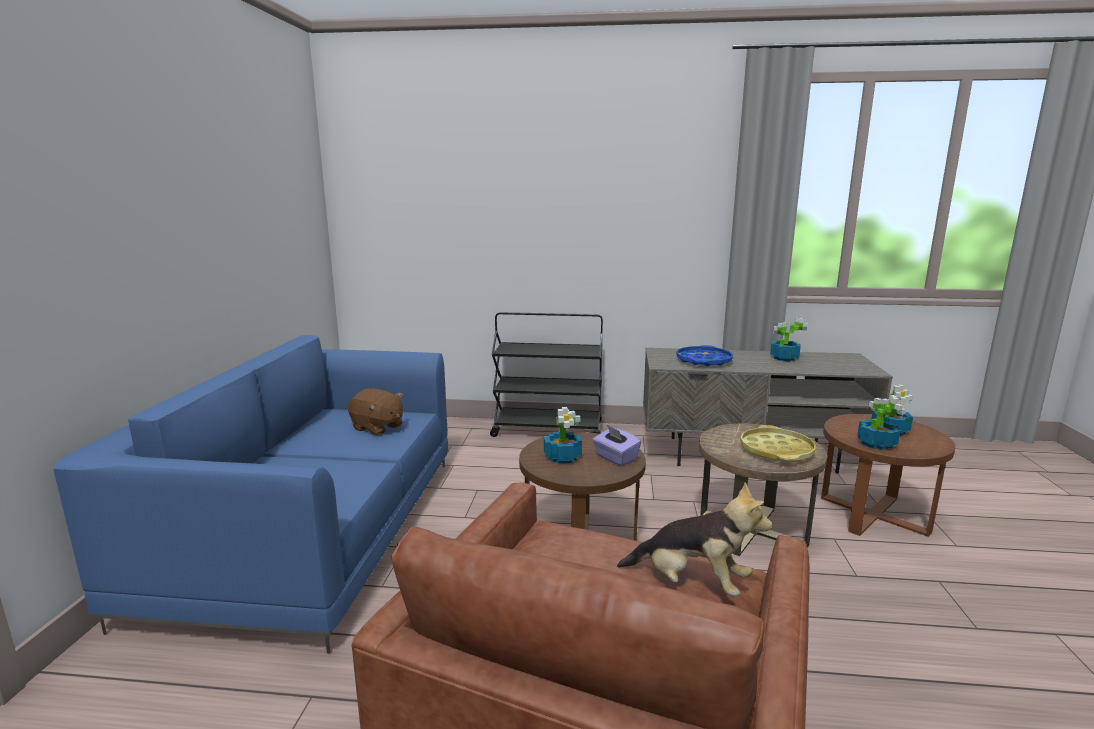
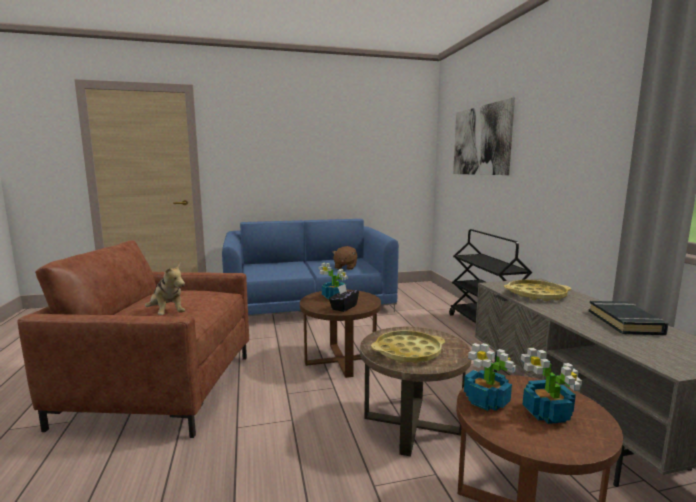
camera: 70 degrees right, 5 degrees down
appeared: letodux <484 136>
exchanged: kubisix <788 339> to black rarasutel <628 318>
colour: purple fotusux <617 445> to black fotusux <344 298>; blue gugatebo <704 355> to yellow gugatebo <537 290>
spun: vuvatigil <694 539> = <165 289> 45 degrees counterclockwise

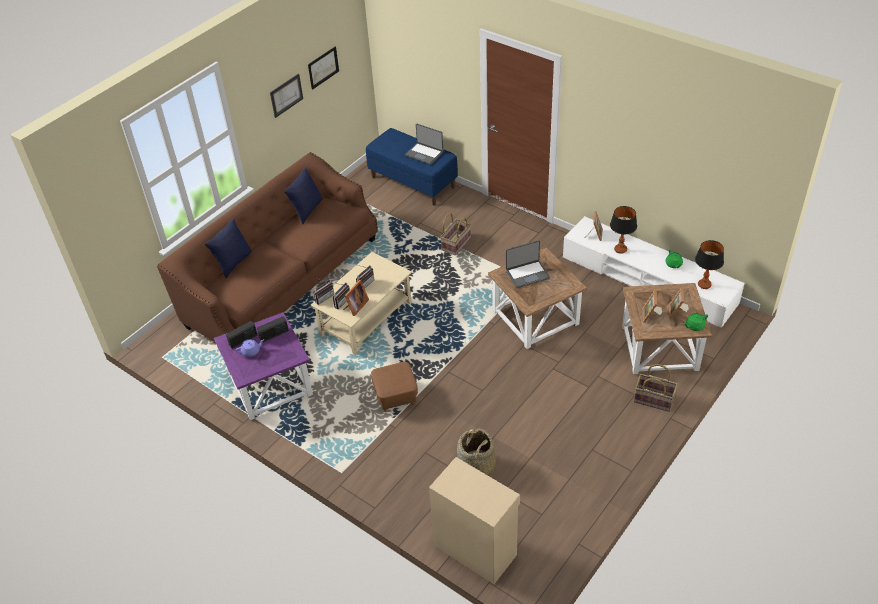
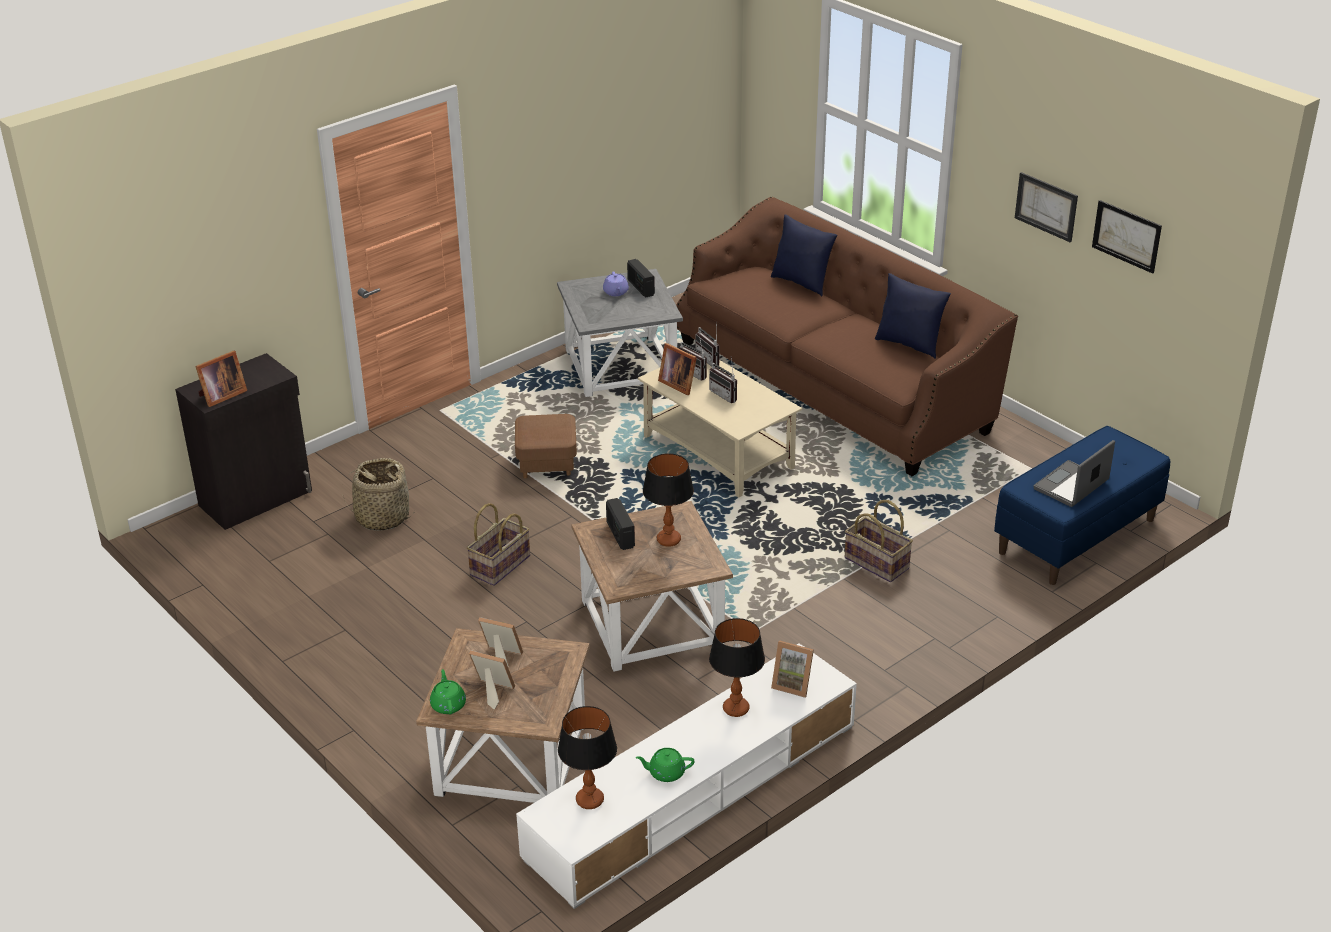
camera: 100 degrees right, 10 degrees down
appeared: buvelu <221 379>
relocated: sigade <656 388> to <498 544>; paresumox <273 329> to <620 524>
exchanged: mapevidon <528 264> to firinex <668 500>
colour: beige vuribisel <474 520> to black vuribisel <243 441>; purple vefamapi <263 366> to grey vefamapi <620 333>

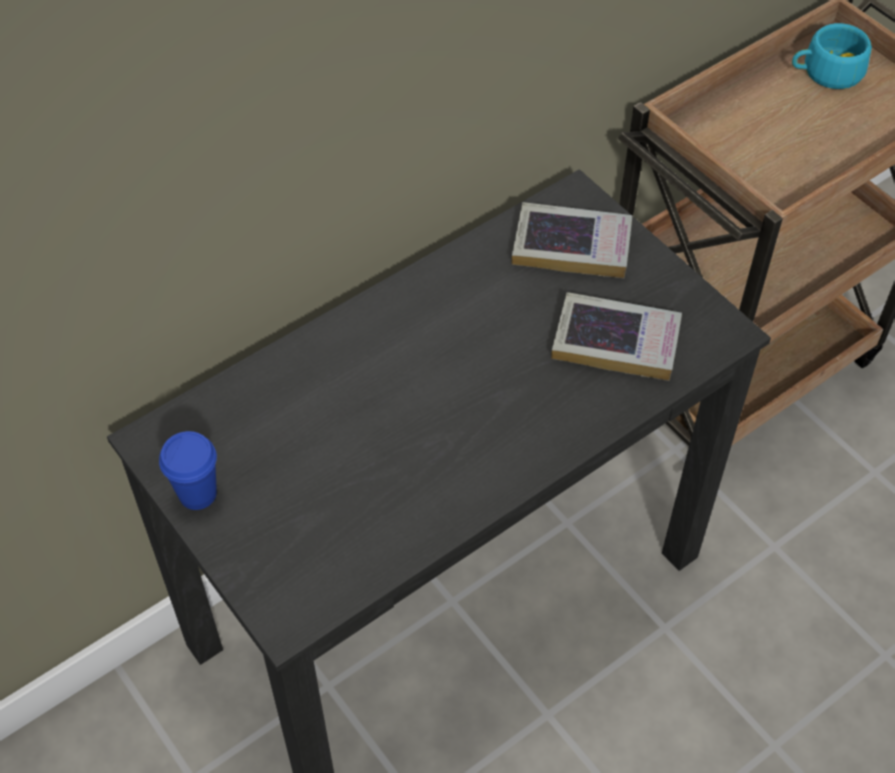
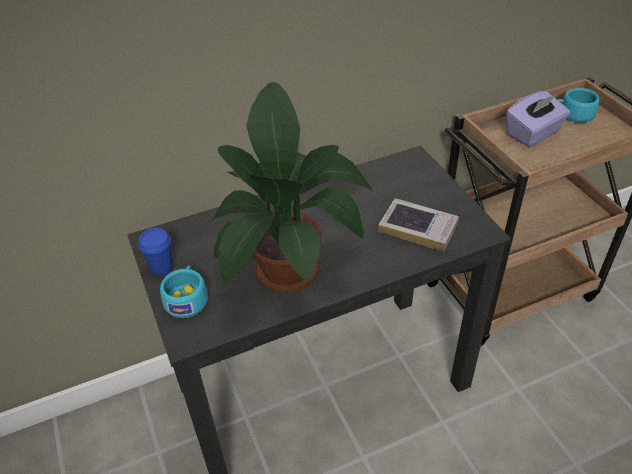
camera: 15 degrees right, 10 degrees down
missing: rarasutel <572 240>
appeared: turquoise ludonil <184 291>; kubisix <292 187>; purple fotusux <538 119>

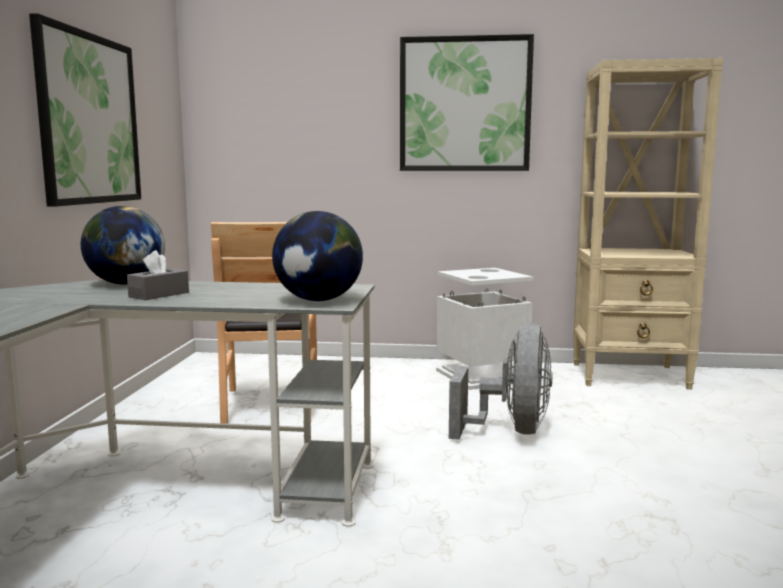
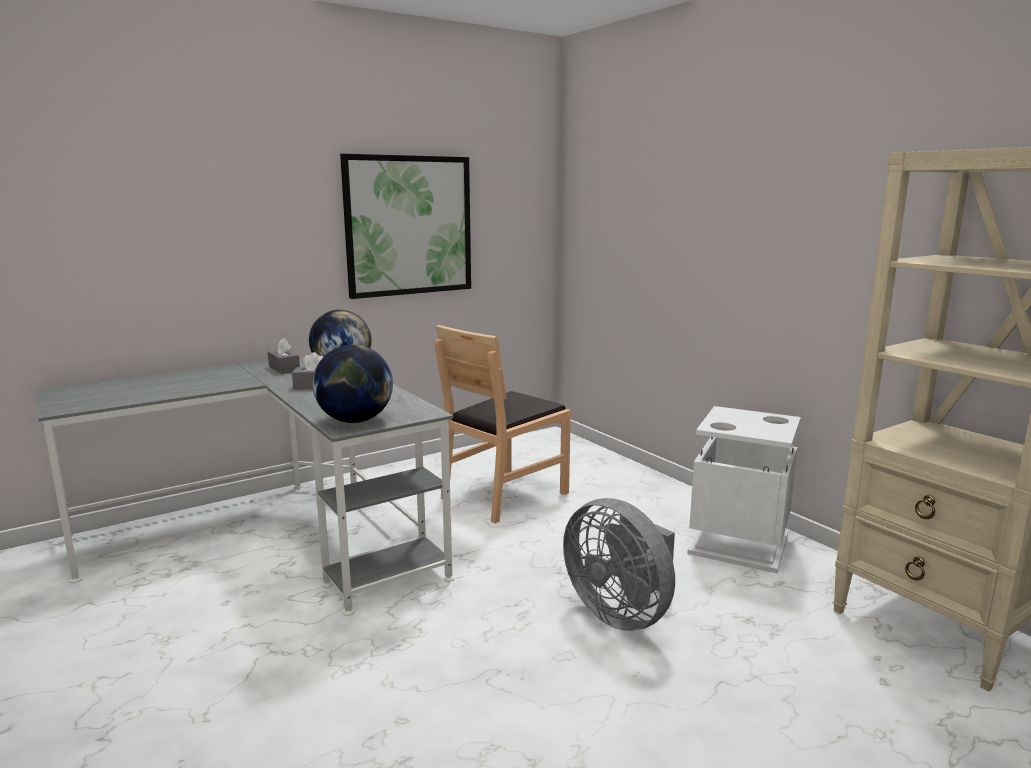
camera: 50 degrees right, 5 degrees up
missing: letodux <467 102>
appeared: grey fotusux <284 356>
spun: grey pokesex <501 381> = <619 564> 75 degrees clockwise

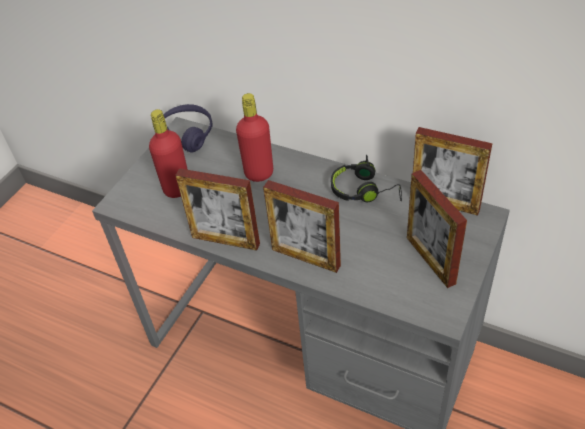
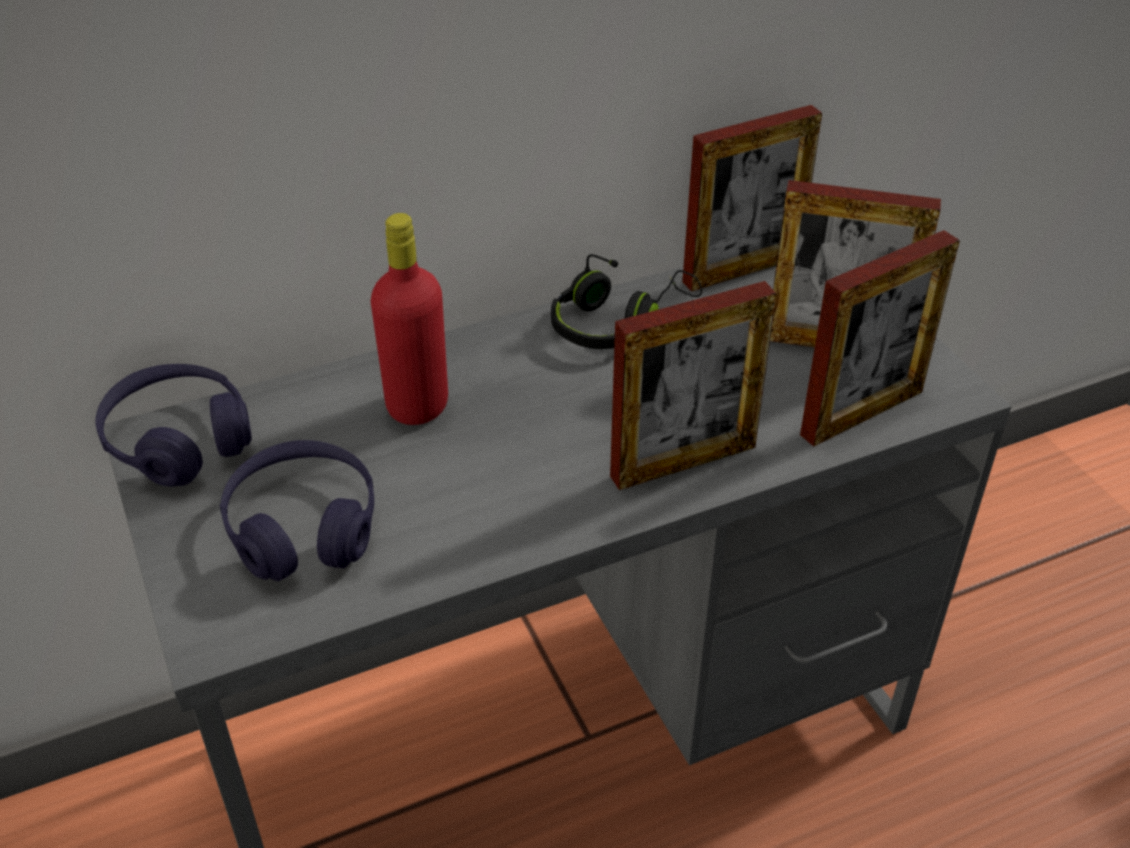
camera: 55 degrees left, 5 degrees down
relocated: buvelu <217 209> to <880 338>
exchanged: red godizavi <168 153> to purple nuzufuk <297 510>

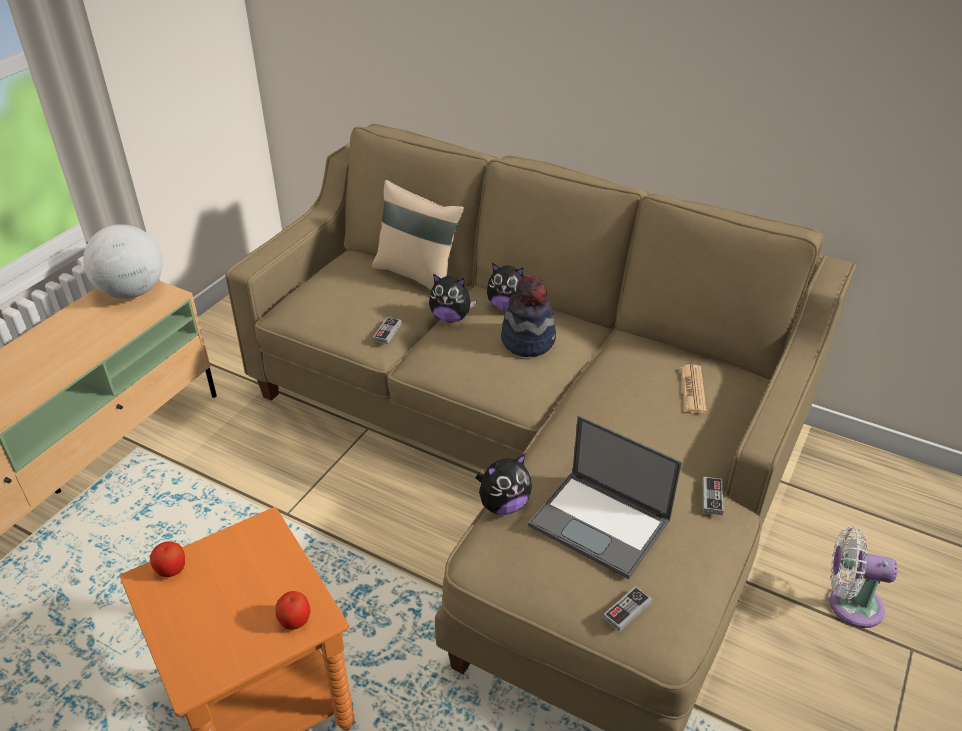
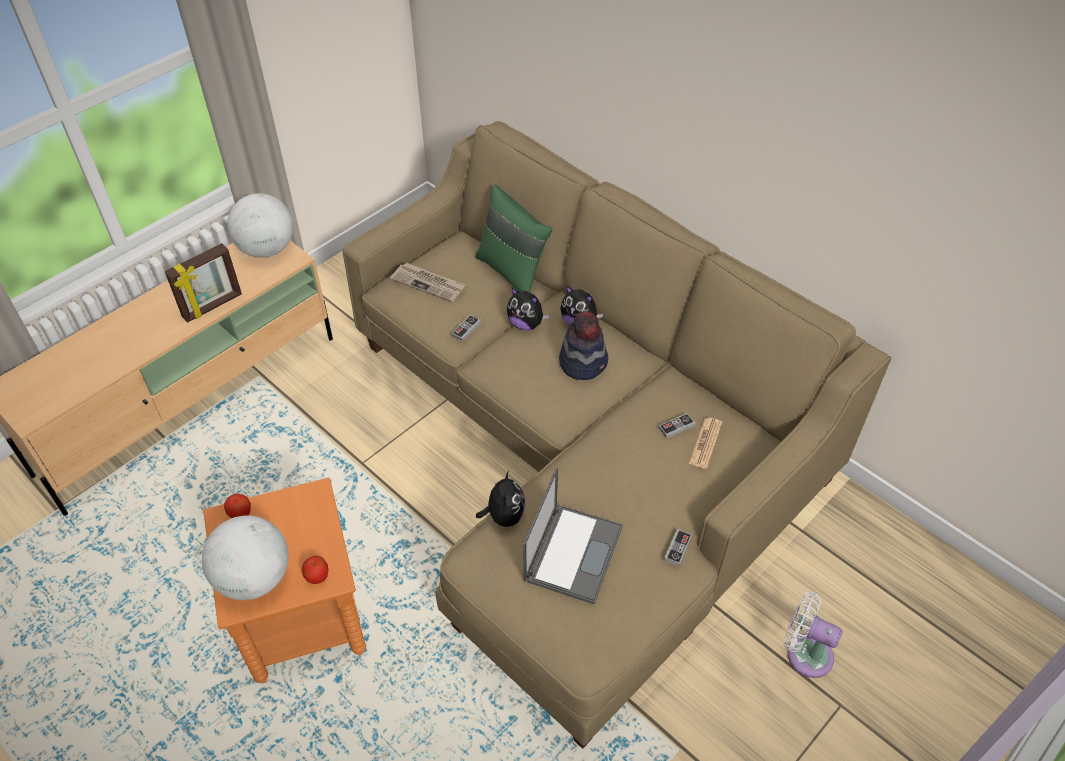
camera: 15 degrees right, 10 degrees up
appeared: buvelu <203 283>; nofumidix <245 557>; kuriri <428 282>
relocated: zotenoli <627 609> to <676 426>
colour: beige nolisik <418 234> to green nolisik <514 238>
spun: vuvatigil <504 484> = <501 499> 75 degrees counterclockwise; mapevidon <605 497> = <573 535> 120 degrees counterclockwise

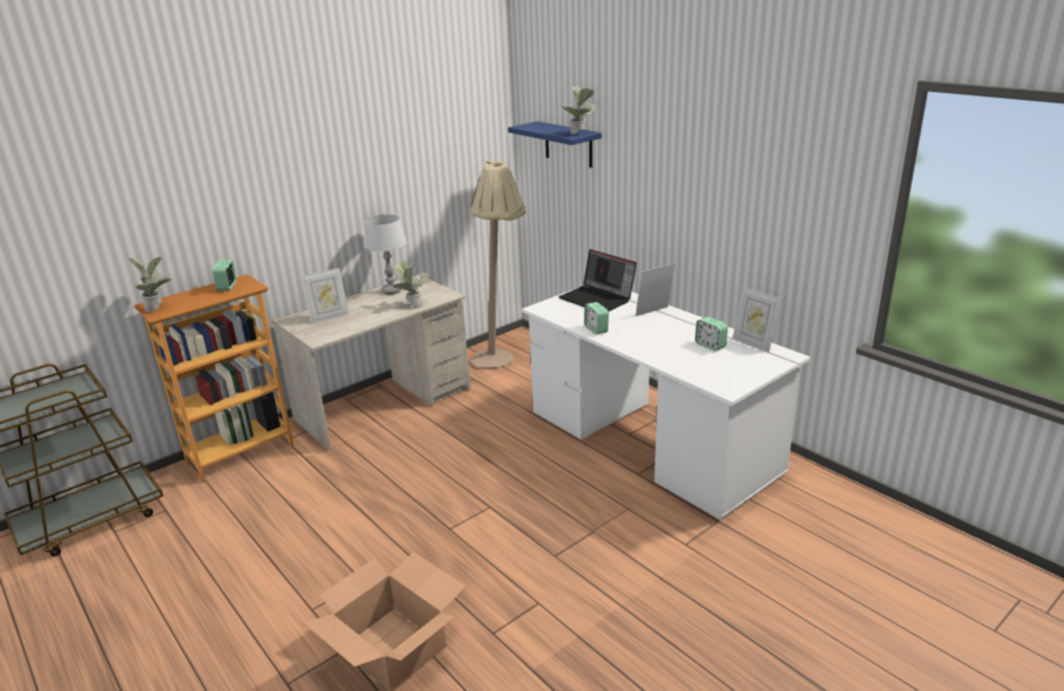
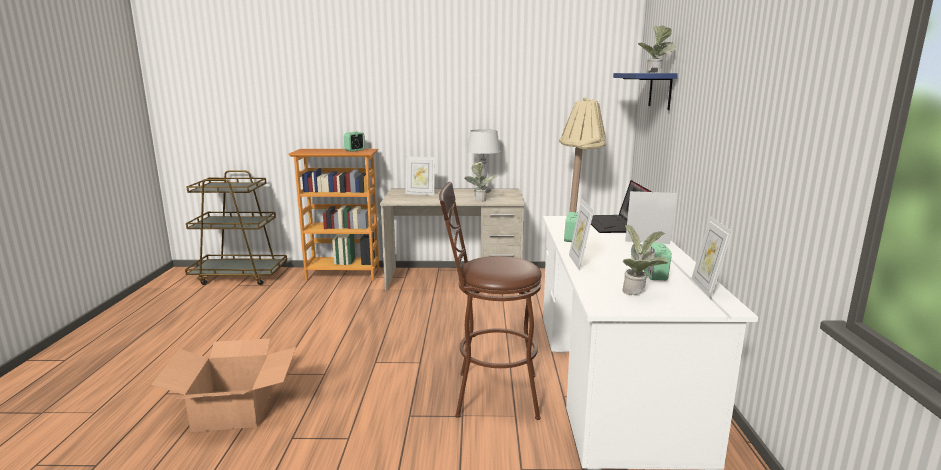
camera: 40 degrees right, 10 degrees down
appeared: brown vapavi <490 301>; buvelu <581 235>
relocated: kubisix <150 284> to <645 260>

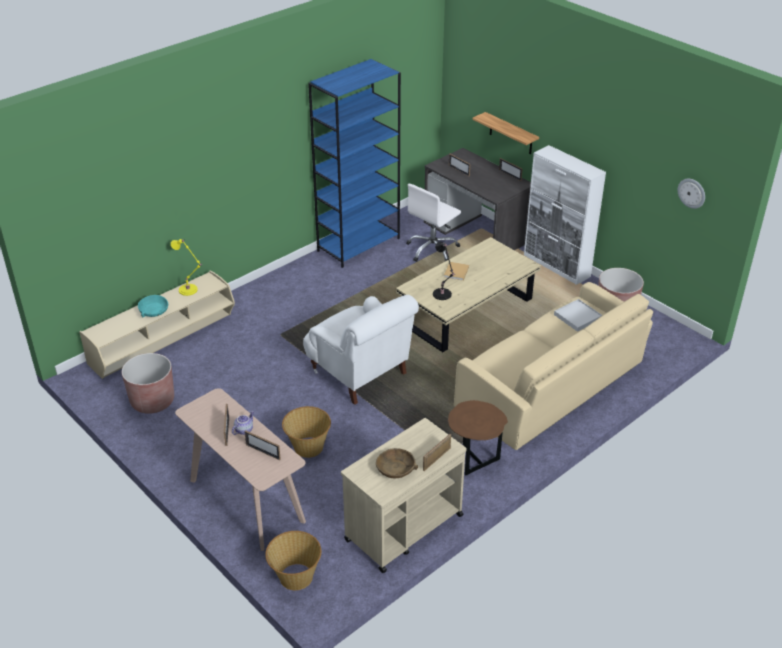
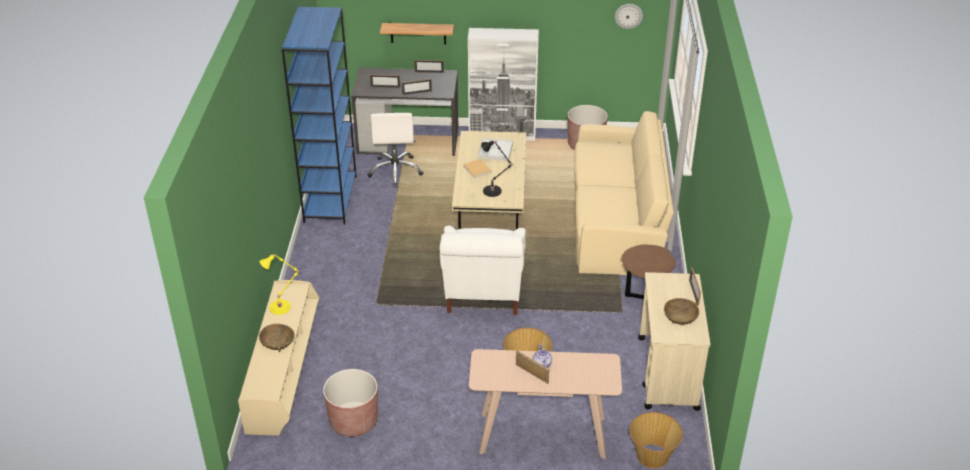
camera: 45 degrees left, 0 degrees up
relocated: buvelu <262 445> to <417 87>; white gugatebo <578 315> to <495 149>
colour: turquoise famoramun <153 306> to brown famoramun <276 338>
spun: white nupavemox <361 350> = <483 270> 90 degrees clockwise

